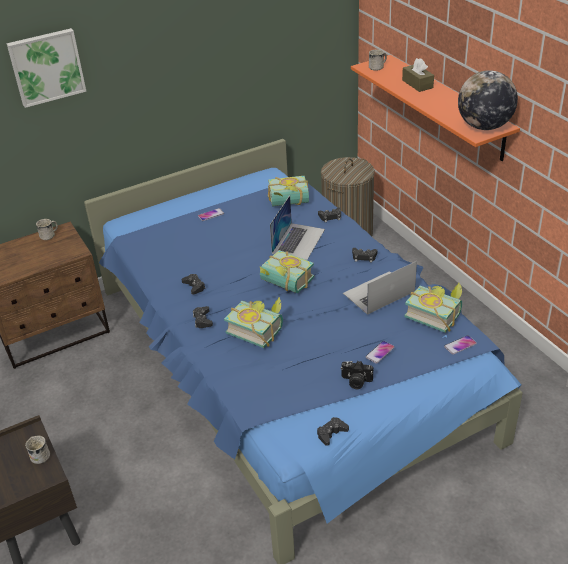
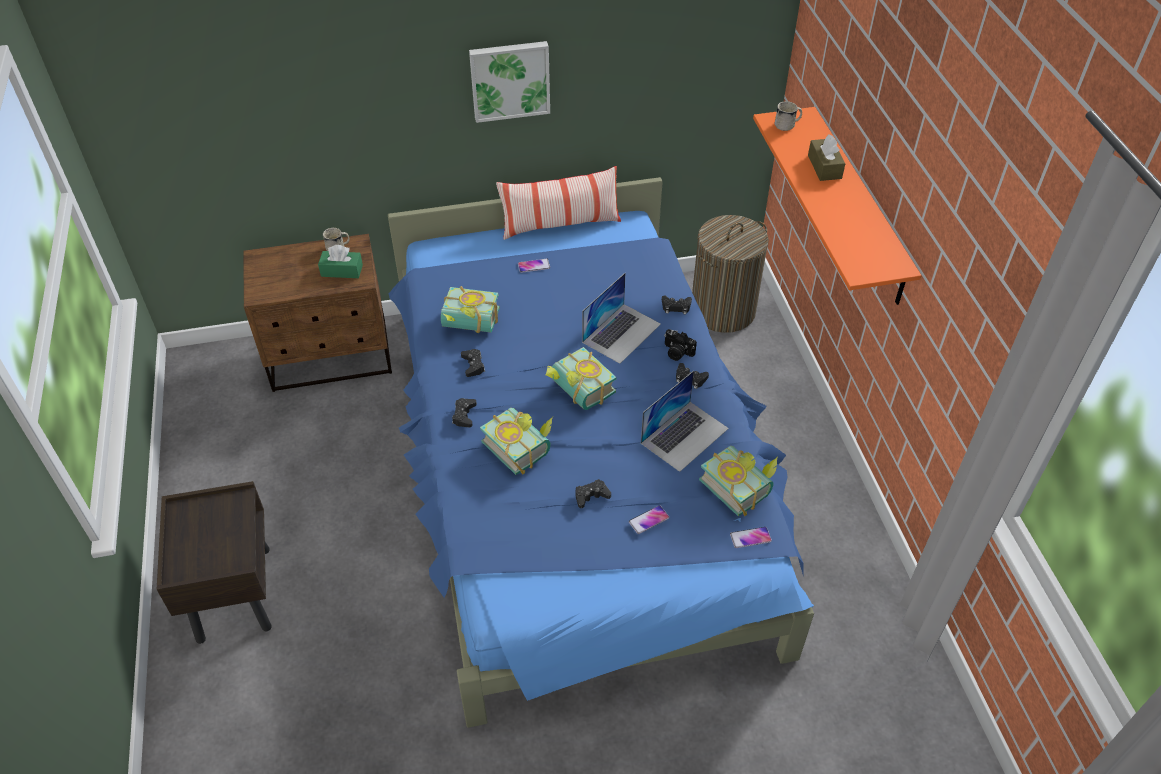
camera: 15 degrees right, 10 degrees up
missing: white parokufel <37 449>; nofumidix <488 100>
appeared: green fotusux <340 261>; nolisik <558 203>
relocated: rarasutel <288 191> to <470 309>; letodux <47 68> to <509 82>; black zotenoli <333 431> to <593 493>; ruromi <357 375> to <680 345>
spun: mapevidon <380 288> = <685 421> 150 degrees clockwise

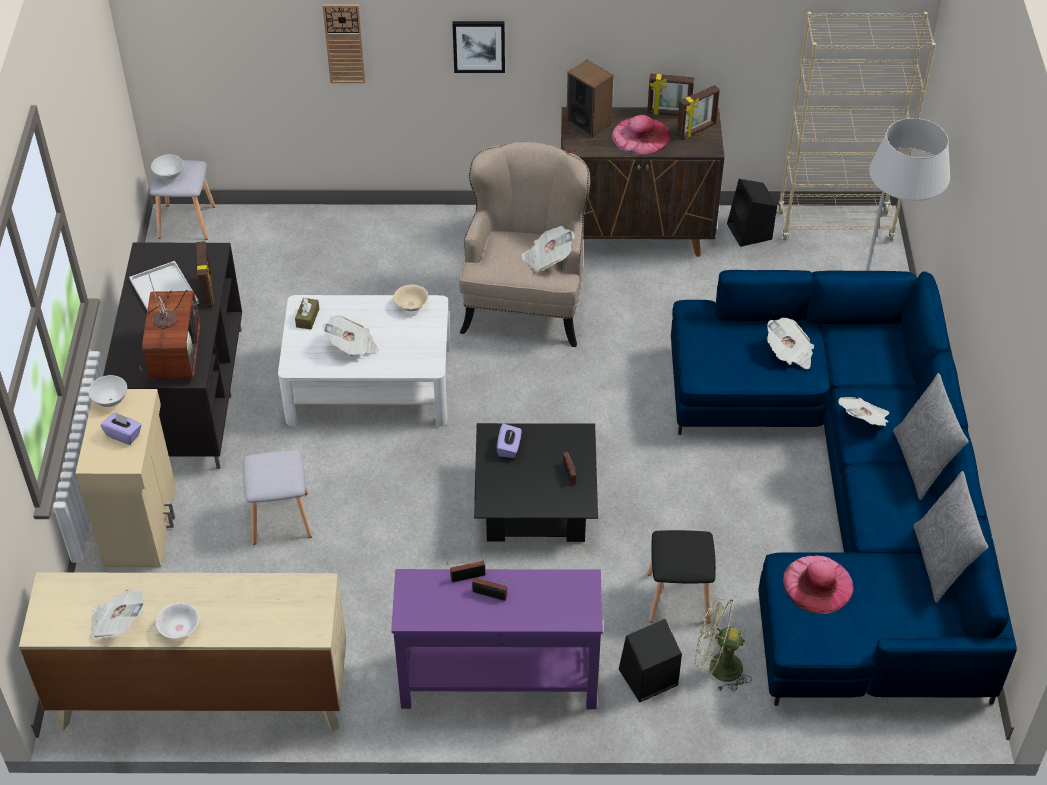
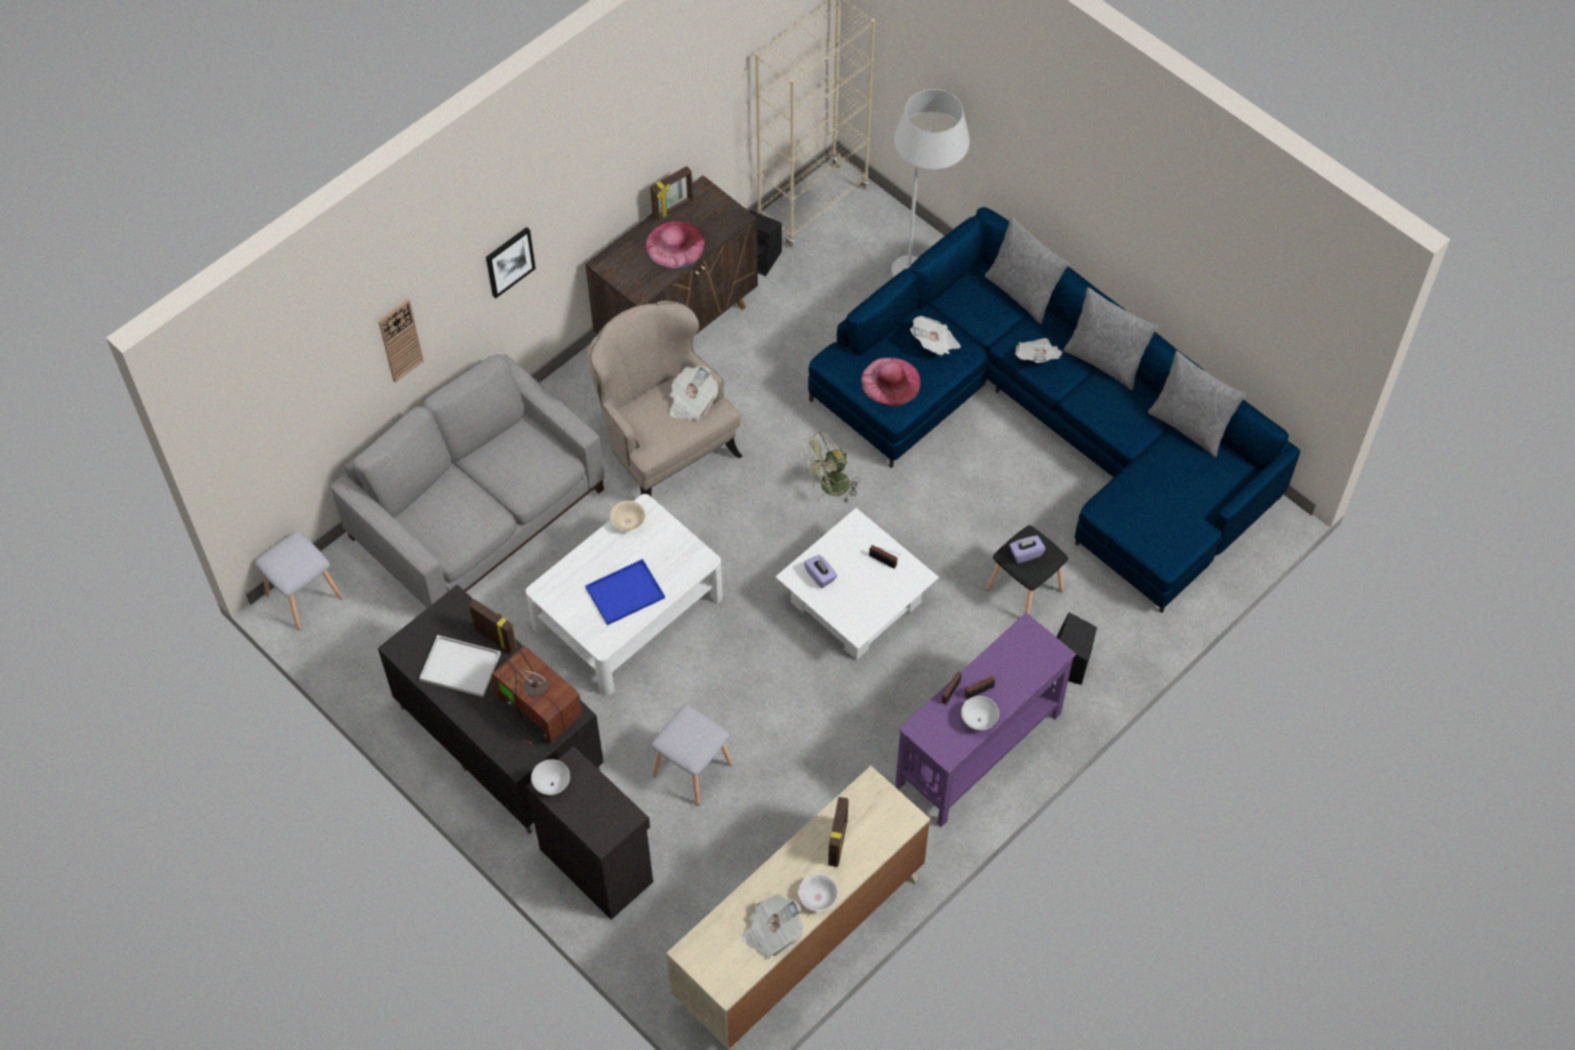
camera: 45 degrees left, 10 degrees up
missing: brown fotusux <307 314>; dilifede <589 99>
appeared: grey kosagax <467 481>; grey nolisik <1027 270>
relocated: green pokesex <723 644> to <830 468>; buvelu <698 112> to <838 832>; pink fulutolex <818 585> to <891 382>; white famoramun <167 167> to <980 713>; purple fotusux <121 428> to <1027 549>
exchanged: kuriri <350 335> to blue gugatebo <625 592>
colour: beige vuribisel <125 478> to black vuribisel <589 833>; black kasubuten <536 482> to white kasubuten <857 584>

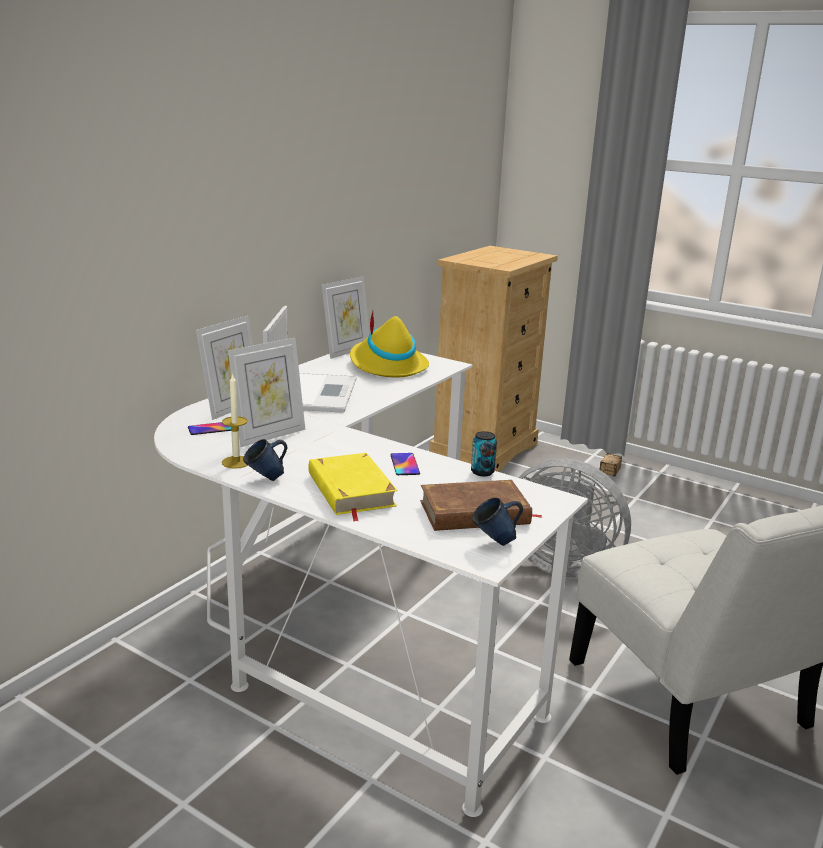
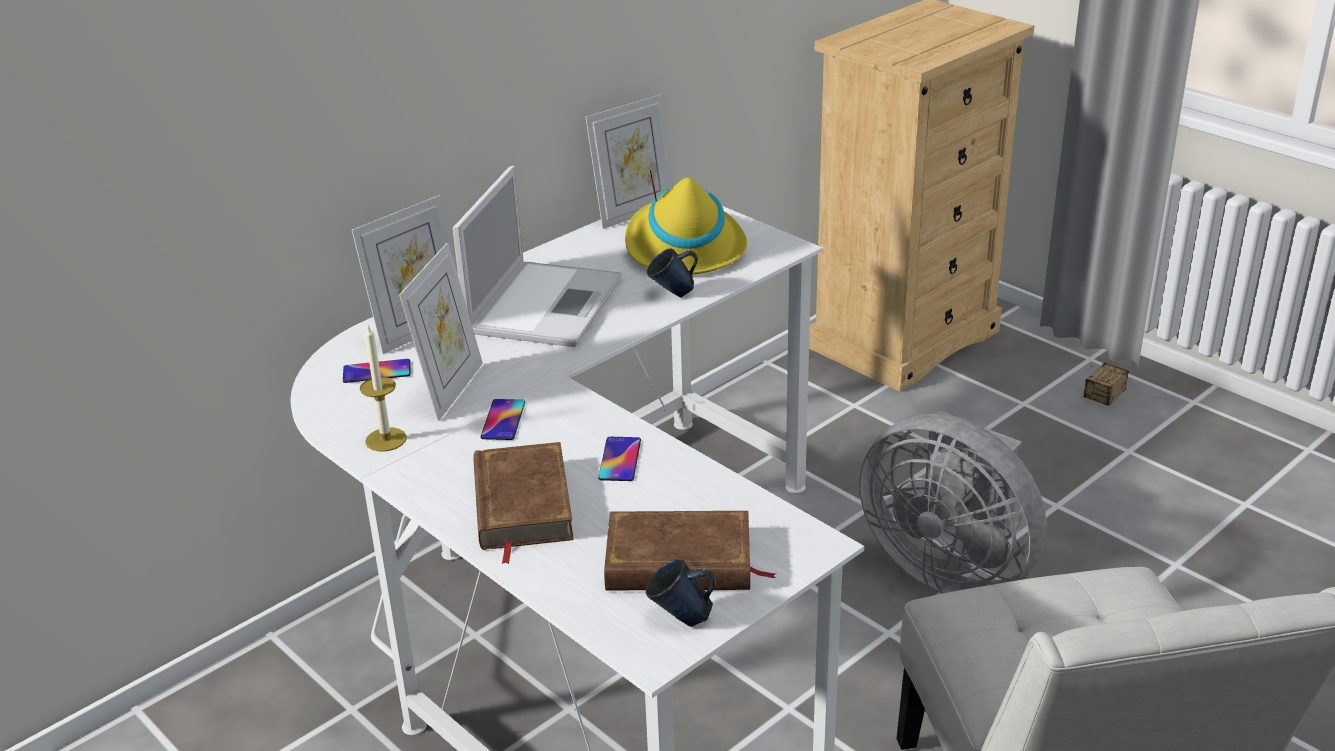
camera: 15 degrees right, 10 degrees up
missing: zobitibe <484 453>
appeared: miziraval <502 419>
relocated: blue parokufel <265 460> to <672 273>
colour: yellow rarasutel <353 487> to brown rarasutel <524 503>
spun: buvelu <266 392> = <441 331> 45 degrees counterclockwise

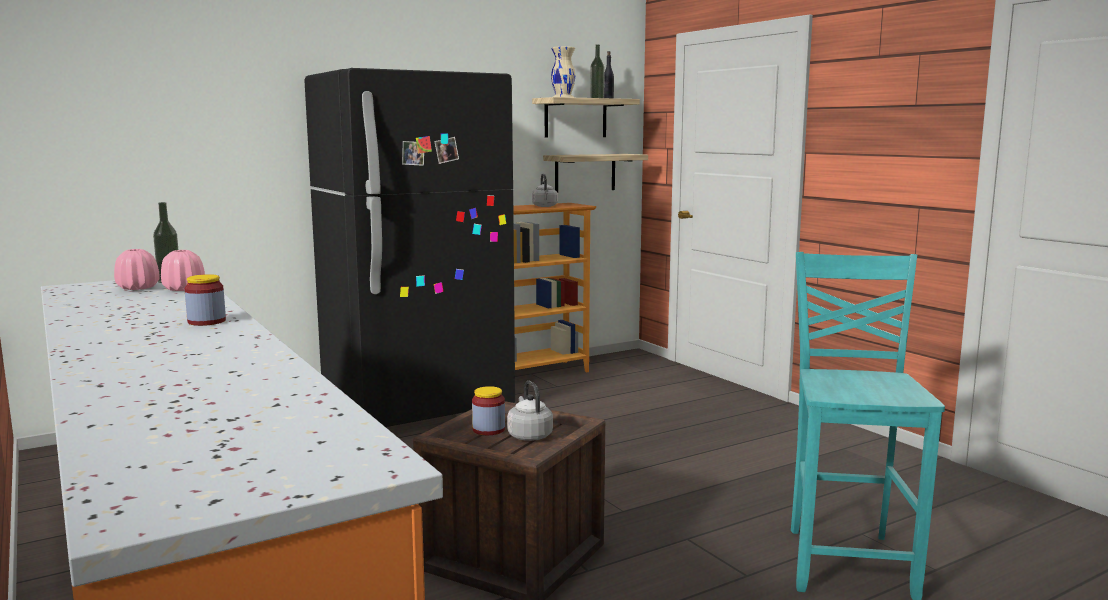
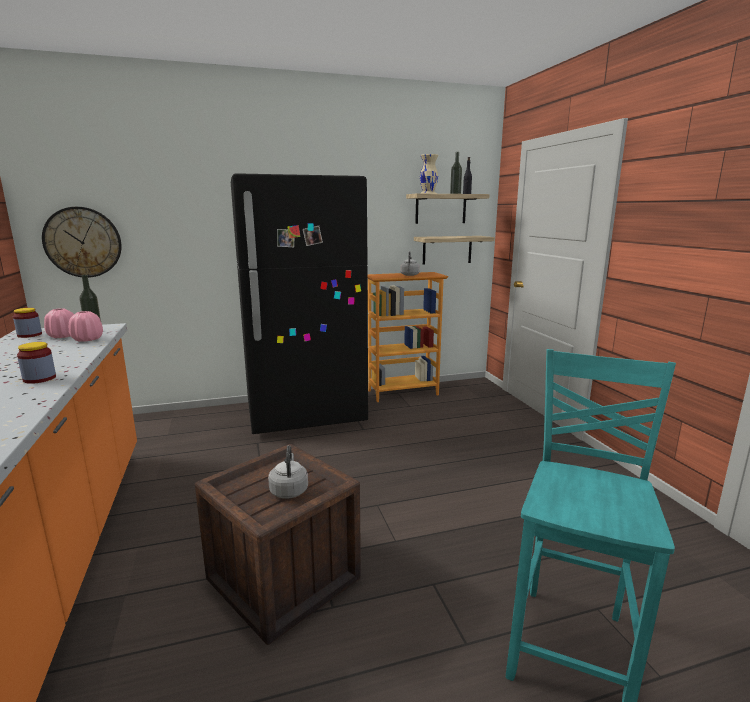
camera: 15 degrees right, 5 degrees up
appeared: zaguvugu <82 242>
relocated: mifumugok <488 410> to <27 323>

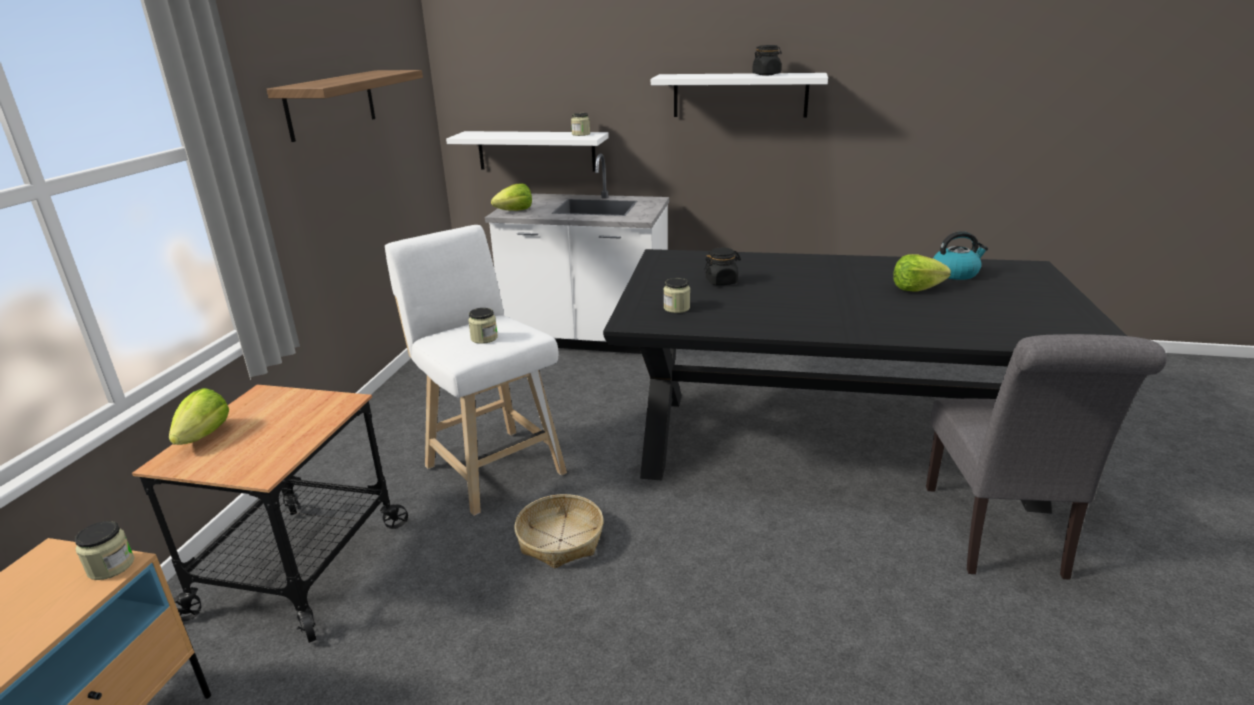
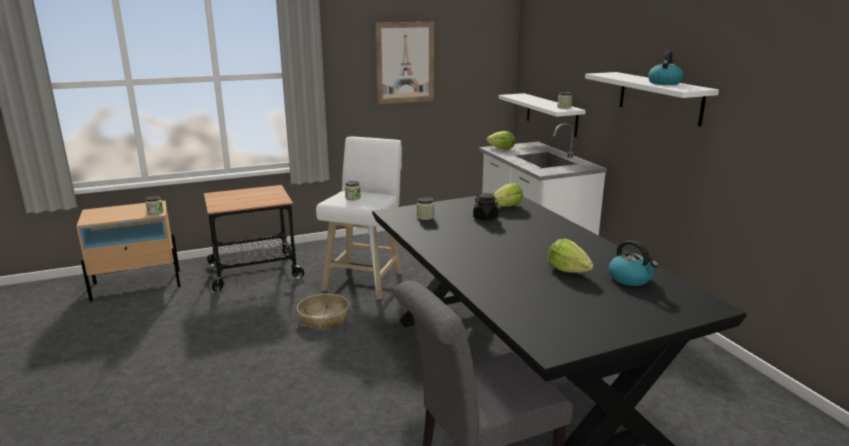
camera: 55 degrees right, 5 degrees down
relocated: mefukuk <199 416> to <508 195>
exchanged: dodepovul <345 106> to letodux <404 63>; black mifumugok <767 60> to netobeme <665 68>

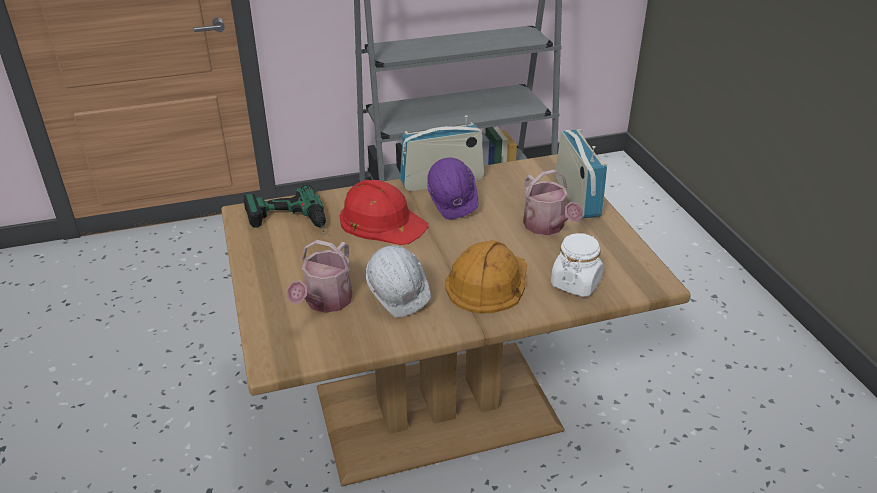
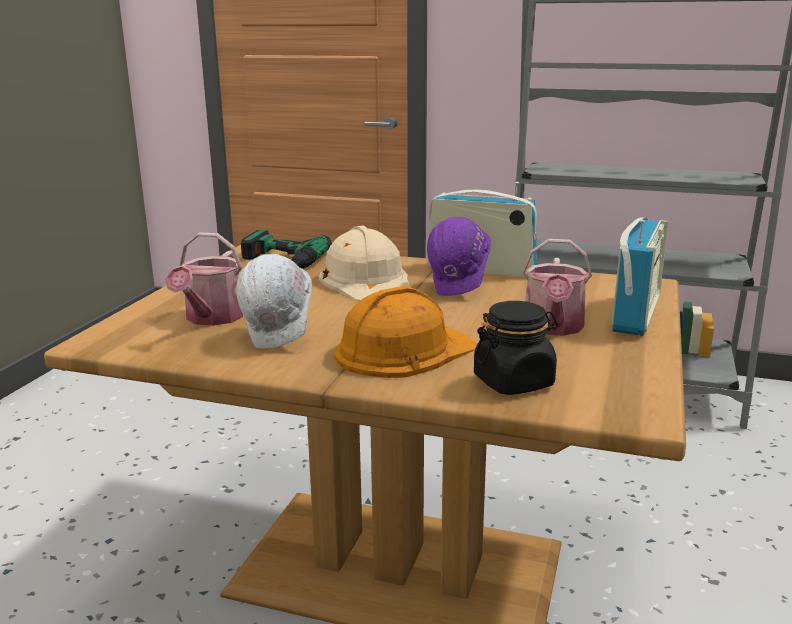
camera: 35 degrees right, 15 degrees down
colour: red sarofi <384 212> to beige sarofi <364 263>; white mifumugok <577 265> to black mifumugok <516 348>
spun: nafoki <319 276> = <204 279> 45 degrees counterclockwise

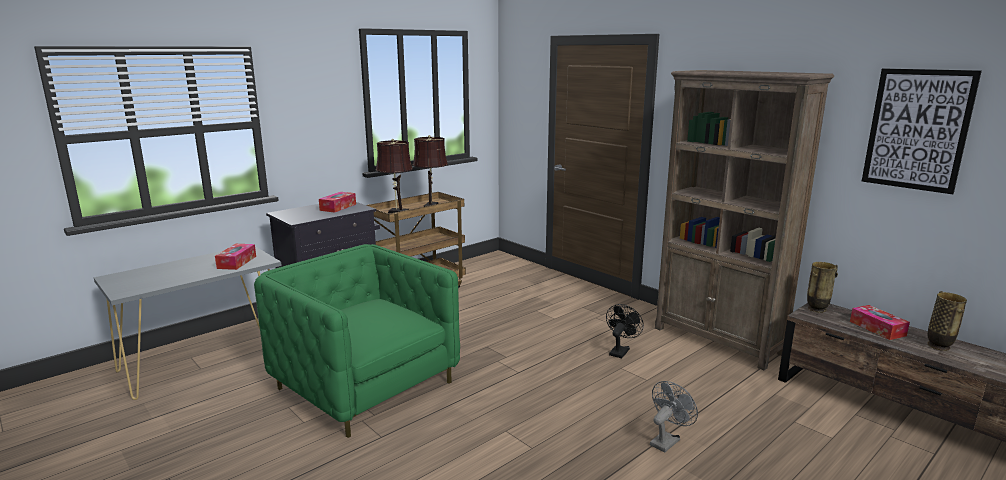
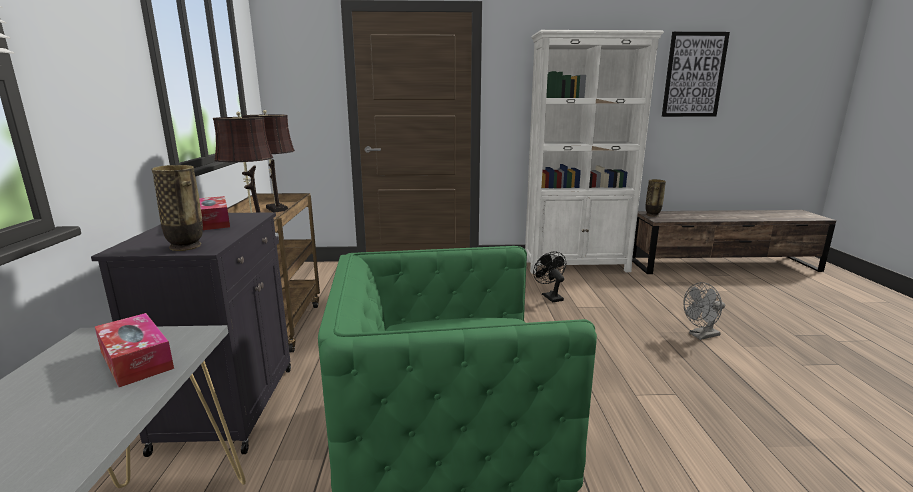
camera: 50 degrees left, 0 degrees up
missing: fotusux <880 322>
relocated: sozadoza <947 321> to <177 208>
colour: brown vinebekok <744 220> to white vinebekok <594 152>
spun: grey pokesex <674 417> = <704 311> 105 degrees counterclockwise

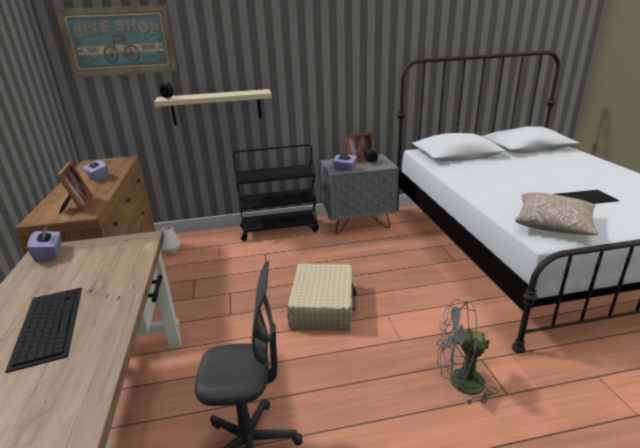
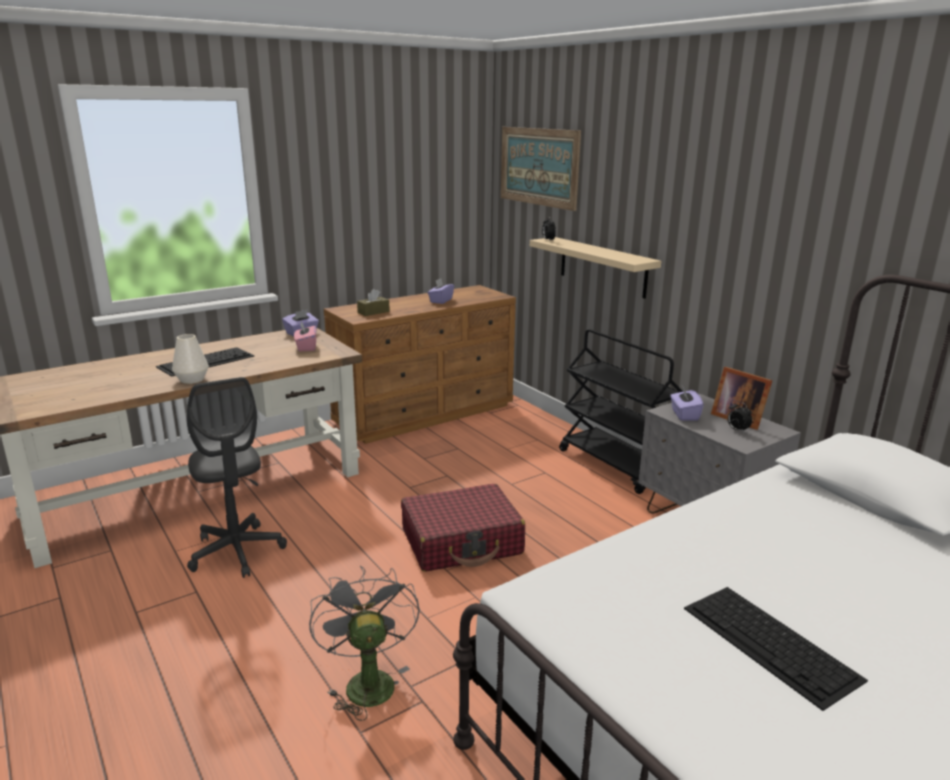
camera: 65 degrees right, 5 degrees down
missing: nolisik <556 214>
appeared: pink fotusux <305 336>
relocated: white sozadoza <171 240> to <190 359>
exchanged: buvelu <75 187> to brown fotusux <373 302>
colour: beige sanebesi <322 297> to red sanebesi <463 528>

